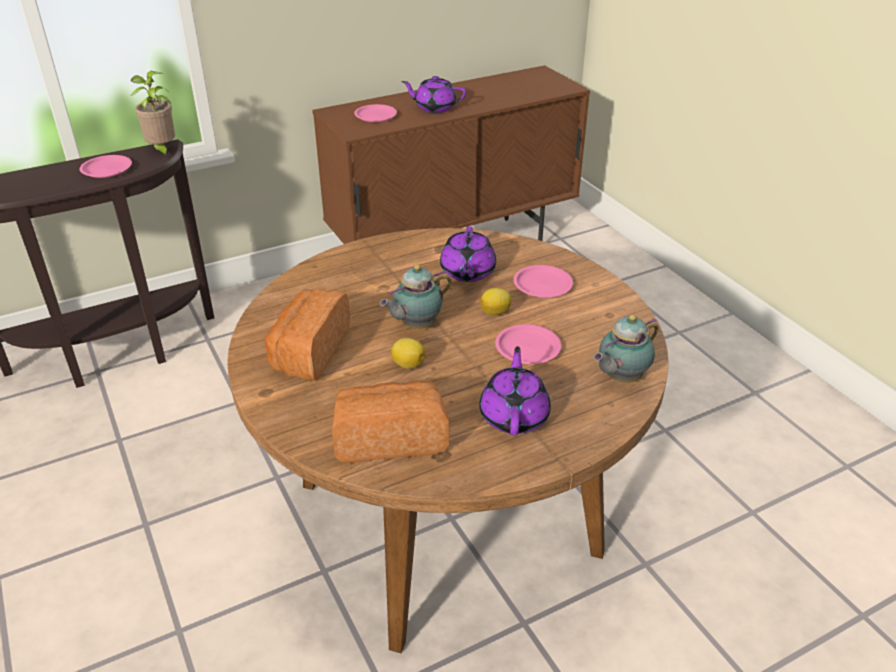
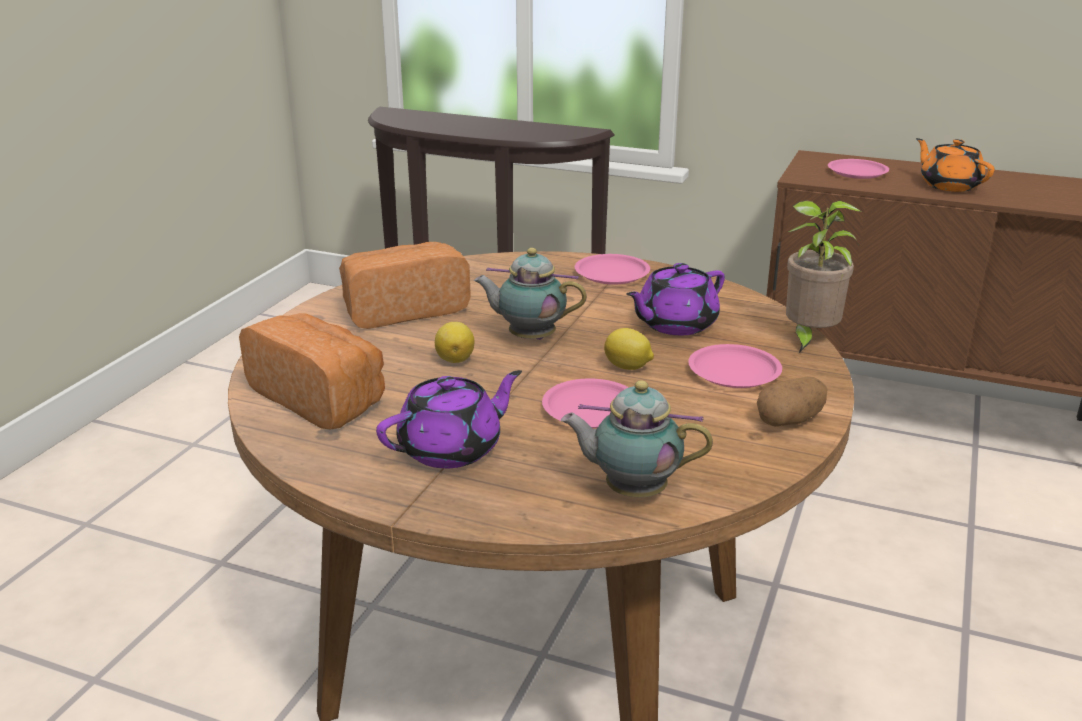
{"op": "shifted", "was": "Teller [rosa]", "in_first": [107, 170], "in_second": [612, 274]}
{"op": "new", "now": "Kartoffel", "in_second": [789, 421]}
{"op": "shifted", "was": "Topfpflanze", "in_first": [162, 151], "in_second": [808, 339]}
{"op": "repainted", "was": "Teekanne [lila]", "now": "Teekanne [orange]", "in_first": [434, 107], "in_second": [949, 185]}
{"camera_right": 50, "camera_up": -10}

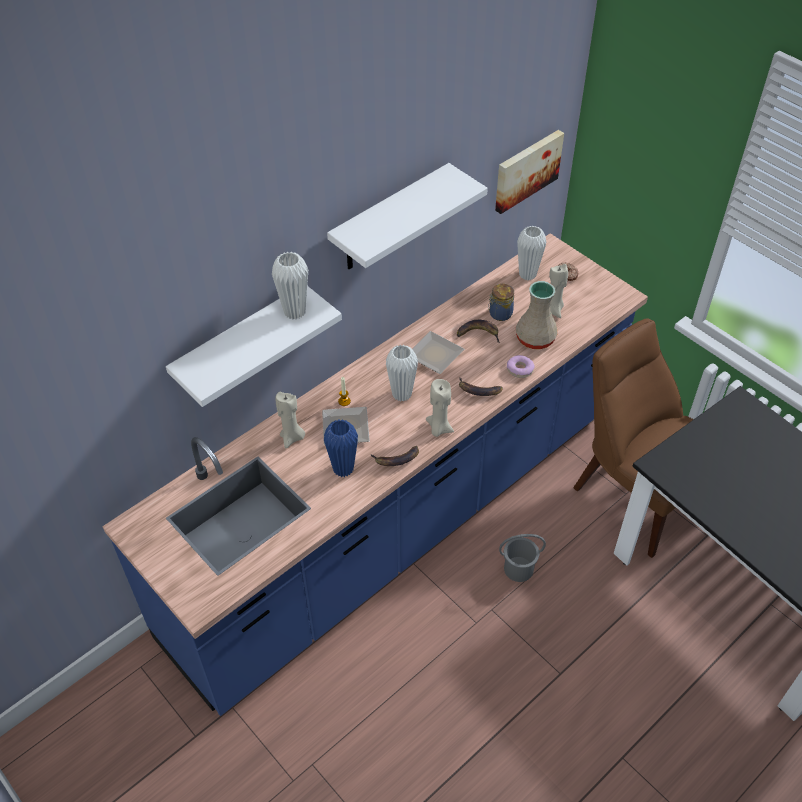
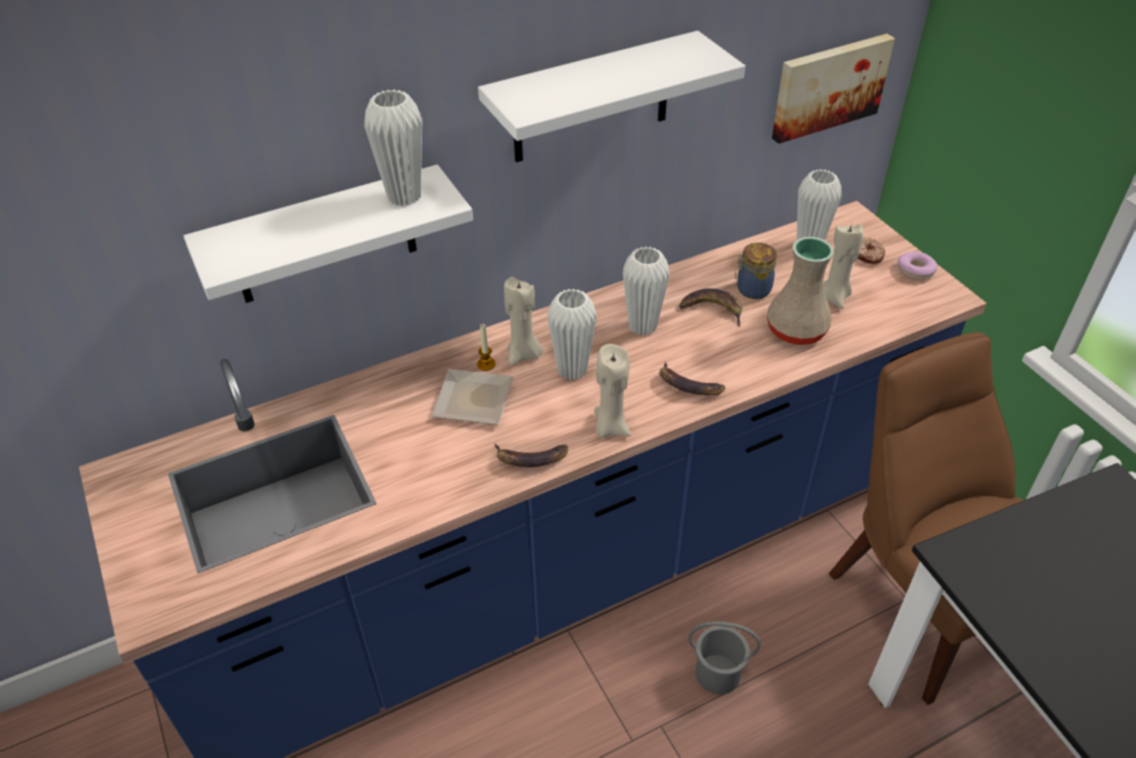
{"op": "shifted", "was": "Kerze [beige]", "in_first": [292, 437], "in_second": [524, 354]}
{"op": "swapped", "was": "Teller", "now": "Vase [weiß]", "in_first": [437, 354], "in_second": [642, 326]}
{"op": "shifted", "was": "Donut", "in_first": [520, 369], "in_second": [915, 271]}
{"op": "gone", "was": "Vase [blau]", "in_first": [343, 469]}
{"camera_right": 15, "camera_up": -5}

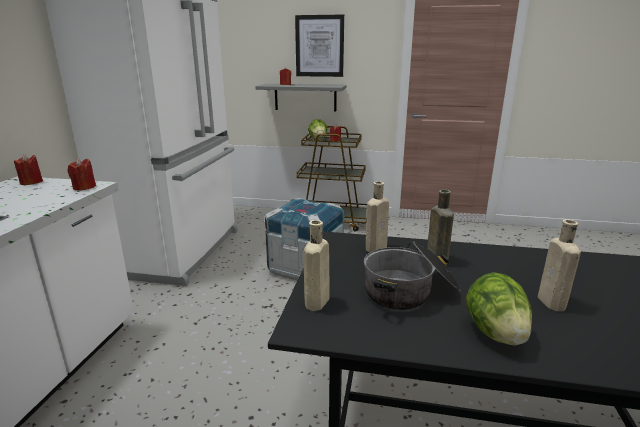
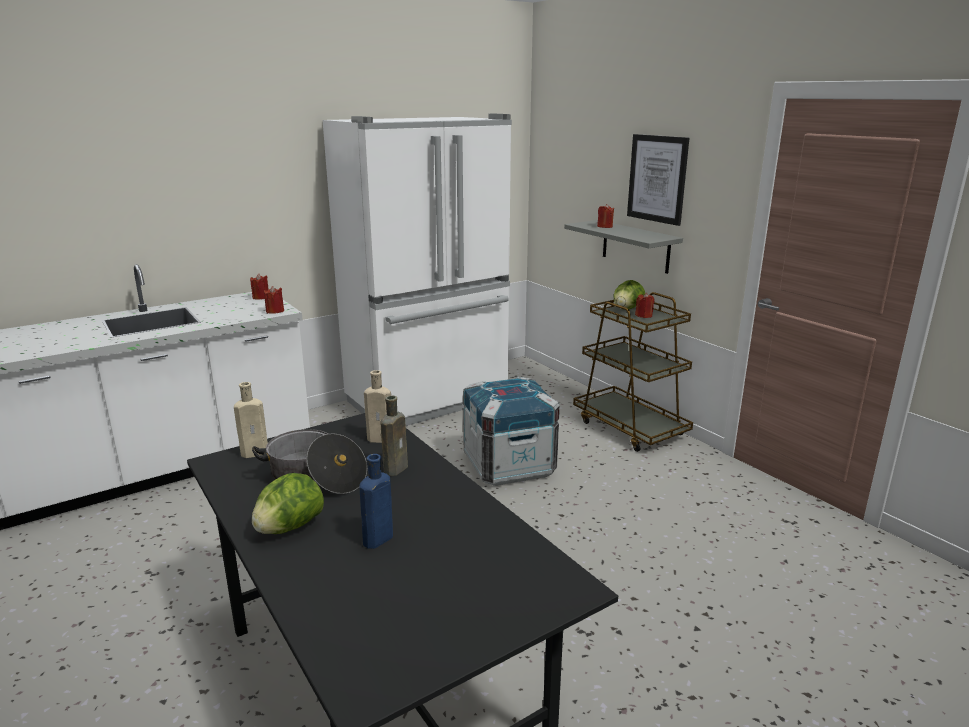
{"op": "repainted", "was": "Flasche [beige]", "now": "Flasche [blau]", "in_first": [553, 303], "in_second": [376, 540]}
{"camera_right": 45, "camera_up": 0}

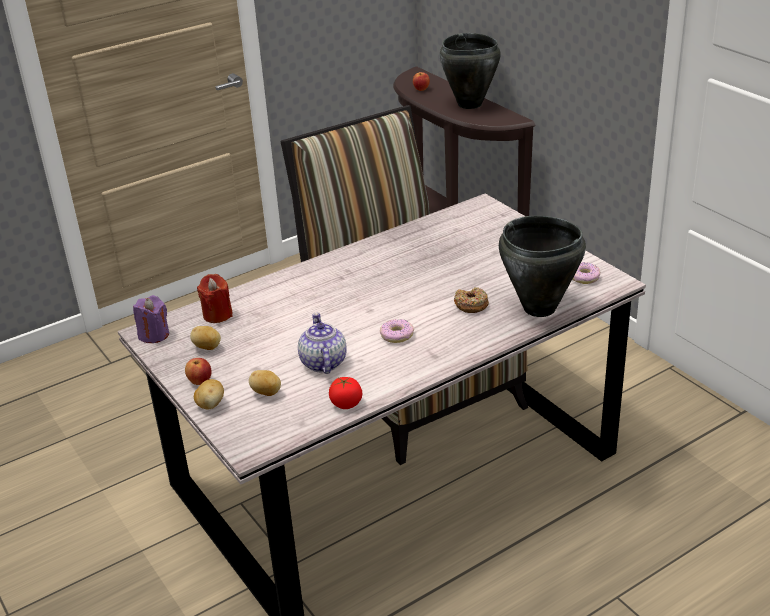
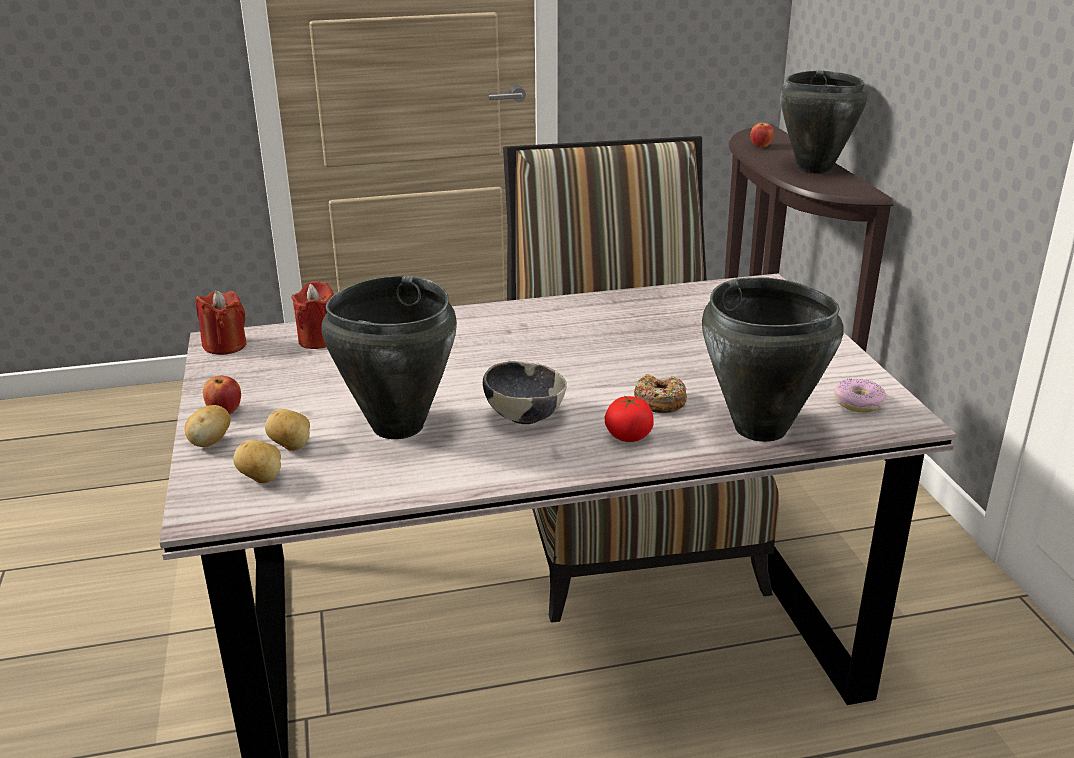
{"op": "repainted", "was": "Kerze [lila]", "now": "Kerze [rot]", "in_first": [154, 335], "in_second": [225, 345]}
{"op": "shifted", "was": "Kartoffel", "in_first": [207, 347], "in_second": [262, 478]}
{"op": "swapped", "was": "Teekanne", "now": "Kochtopf [schwarz]", "in_first": [322, 362], "in_second": [396, 426]}
{"op": "swapped", "was": "Donut", "now": "Schüssel", "in_first": [396, 335], "in_second": [524, 416]}
{"op": "shifted", "was": "Tomate", "in_first": [346, 403], "in_second": [628, 435]}
{"camera_right": 20, "camera_up": -5}

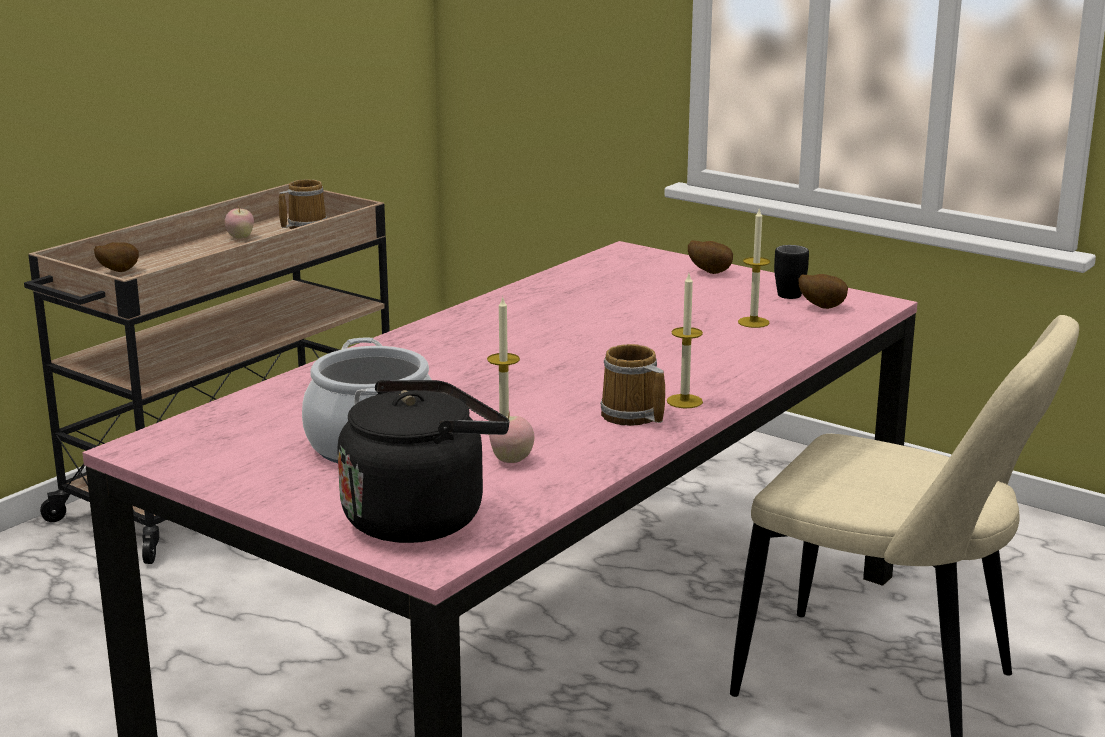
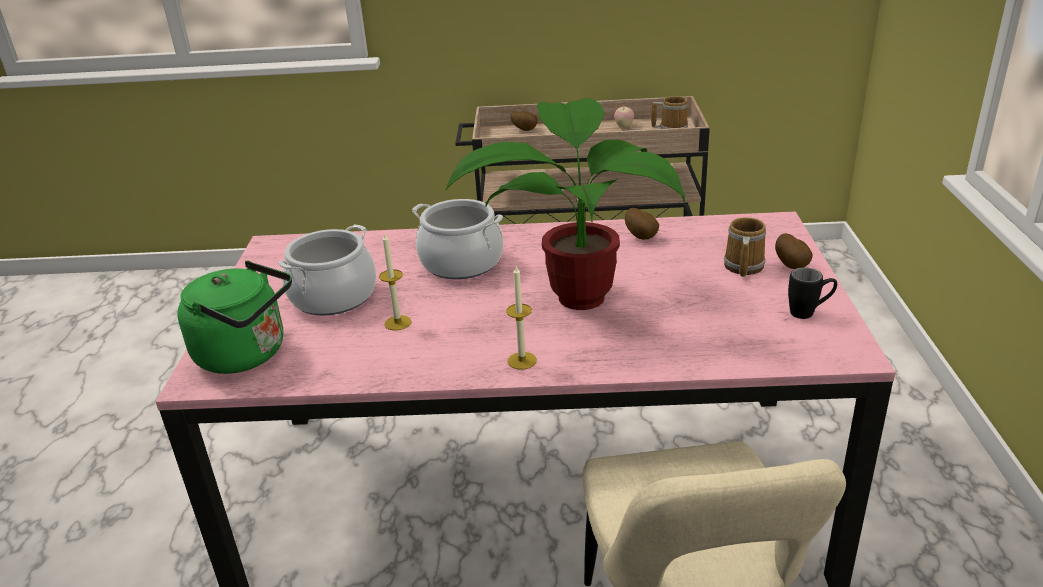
{"op": "repainted", "was": "Wasserkessel [schwarz]", "now": "Wasserkessel [grün]", "in_first": [421, 517], "in_second": [247, 354]}
{"op": "new", "now": "Kochtopf", "in_second": [461, 263]}
{"op": "new", "now": "Topfpflanze", "in_second": [577, 293]}
{"op": "shifted", "was": "Kartoffel", "in_first": [821, 307], "in_second": [642, 236]}
{"op": "shifted", "was": "Henkelbecher", "in_first": [631, 416], "in_second": [742, 267]}
{"op": "gone", "was": "Apfel", "in_first": [511, 461]}
{"op": "gone", "was": "Kerze", "in_first": [753, 322]}
{"camera_right": 55, "camera_up": 10}

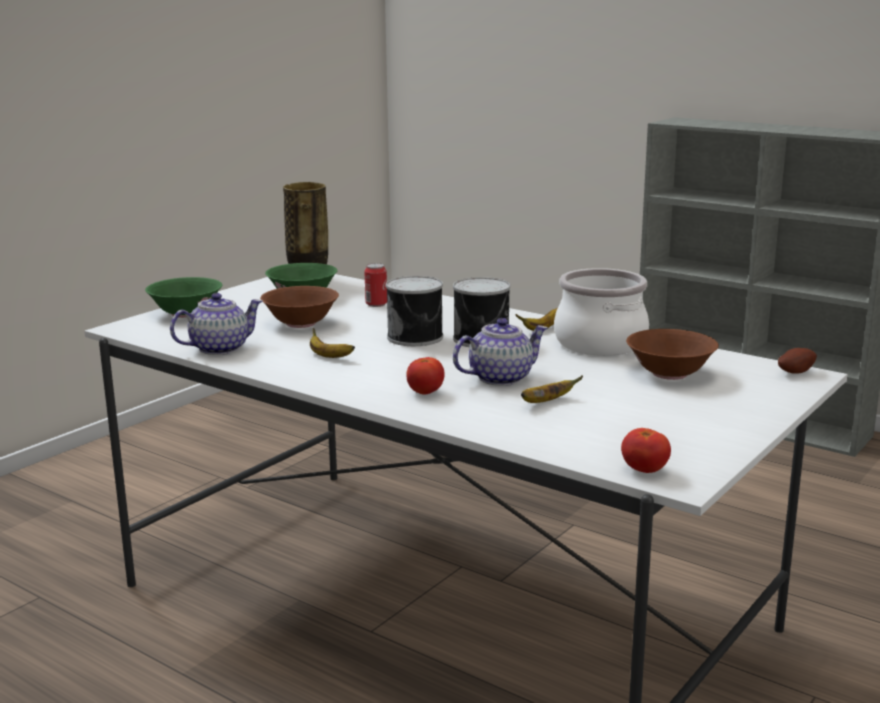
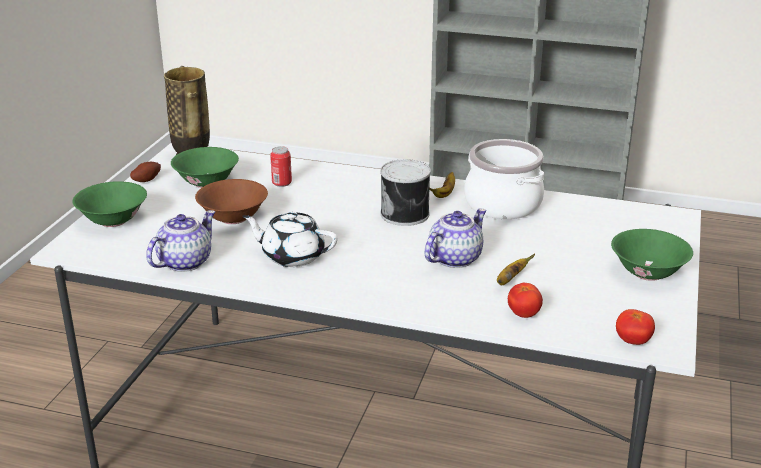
{"op": "shifted", "was": "Kartoffel", "in_first": [794, 372], "in_second": [146, 180]}
{"op": "swapped", "was": "Banane", "now": "Teekanne [weiß]", "in_first": [329, 356], "in_second": [292, 256]}
{"op": "shifted", "was": "Tomate", "in_first": [425, 392], "in_second": [523, 314]}
{"op": "new", "now": "Schüssel [grün]", "in_second": [648, 272]}
{"op": "gone", "was": "Dose", "in_first": [416, 337]}
{"op": "gone", "was": "Schüssel [braun]", "in_first": [670, 374]}
{"camera_right": -20, "camera_up": 10}

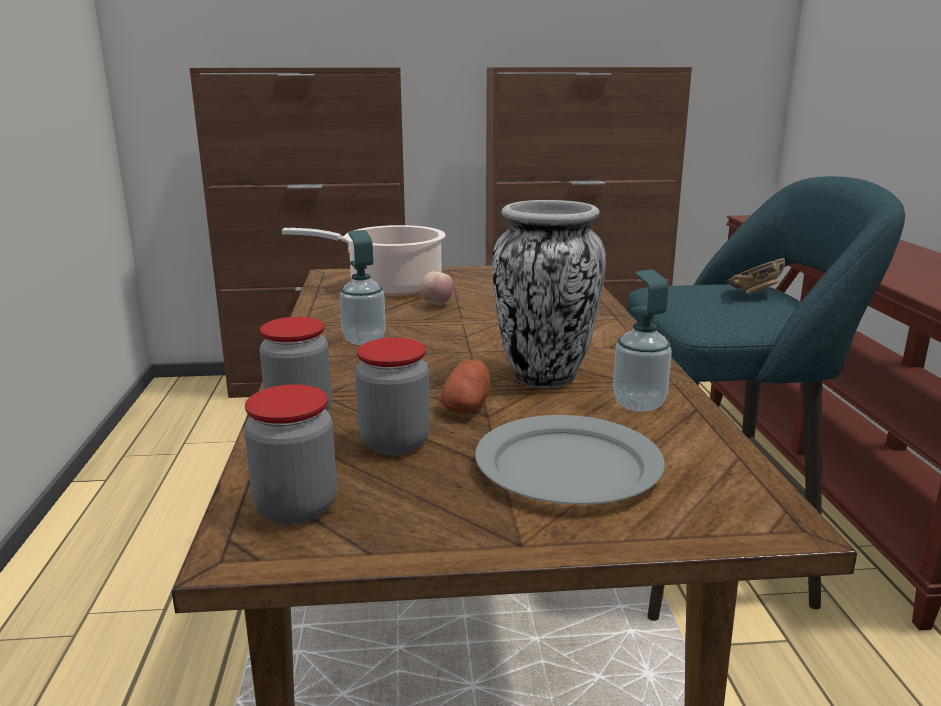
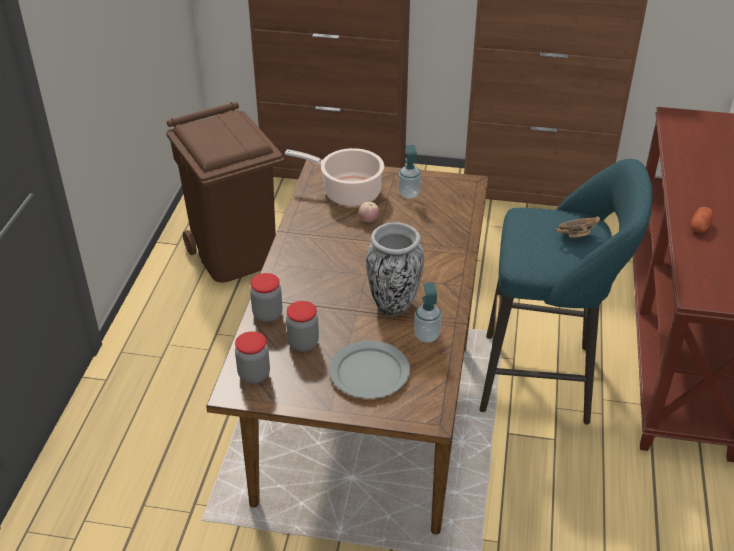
{"op": "new", "now": "Mülleimer [braun]", "in_second": [235, 255]}
{"op": "shifted", "was": "Seifenspender", "in_first": [364, 340], "in_second": [409, 194]}
{"op": "shifted", "was": "Kartoffel", "in_first": [467, 406], "in_second": [700, 227]}
{"camera_right": 15, "camera_up": 20}

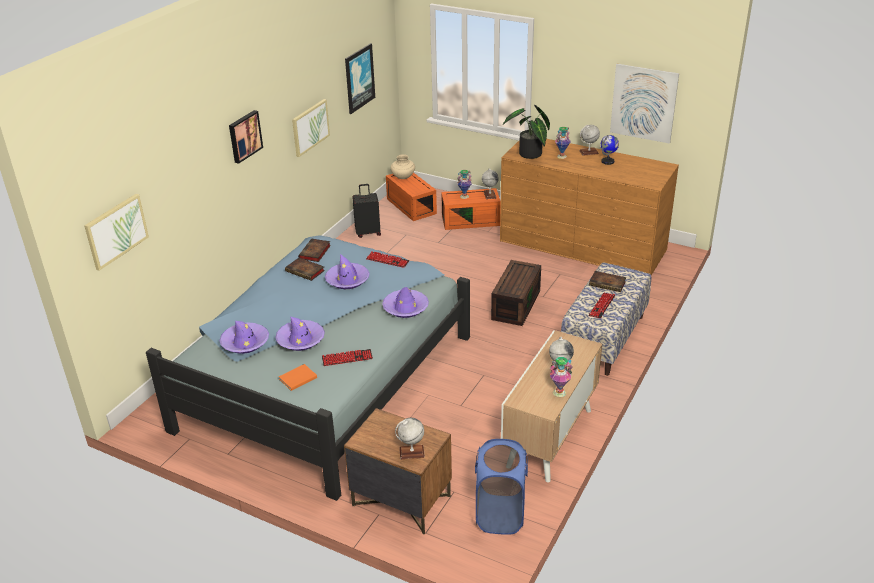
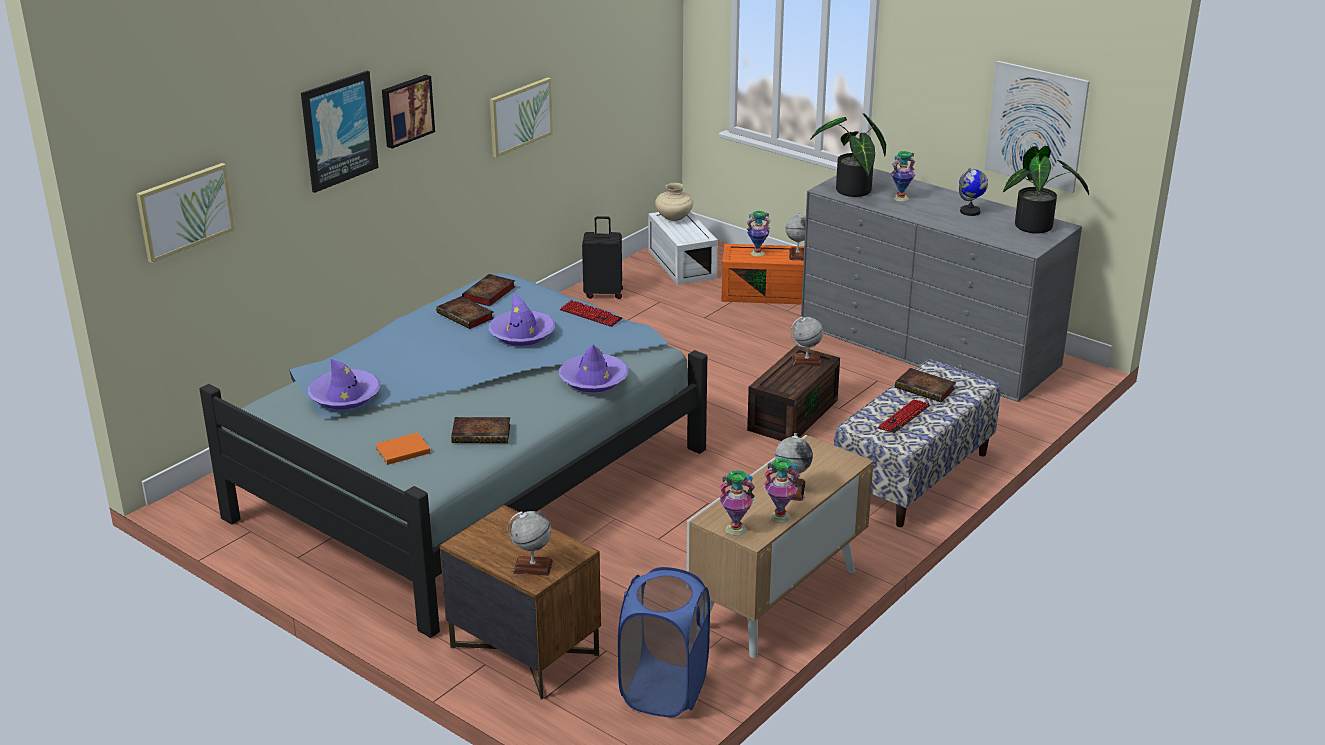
{"op": "shifted", "was": "Bild", "in_first": [359, 78], "in_second": [338, 130]}
{"op": "swapped", "was": "Tastatur", "now": "Buch", "in_first": [347, 358], "in_second": [483, 434]}
{"op": "repainted", "was": "Aufbewahrungsbox [orange]", "now": "Aufbewahrungsbox [weiß]", "in_first": [410, 206], "in_second": [680, 264]}
{"op": "new", "now": "Vase", "in_second": [736, 529]}
{"op": "shifted", "was": "Globus", "in_first": [588, 152], "in_second": [806, 361]}
{"op": "repainted", "was": "Kommode [braun]", "now": "Kommode [grau]", "in_first": [582, 245], "in_second": [928, 345]}
{"op": "new", "now": "Topfpflanze", "in_second": [1038, 227]}
{"op": "gone", "was": "Hut [lila]", "in_first": [300, 340]}
{"camera_right": 10, "camera_up": -5}

